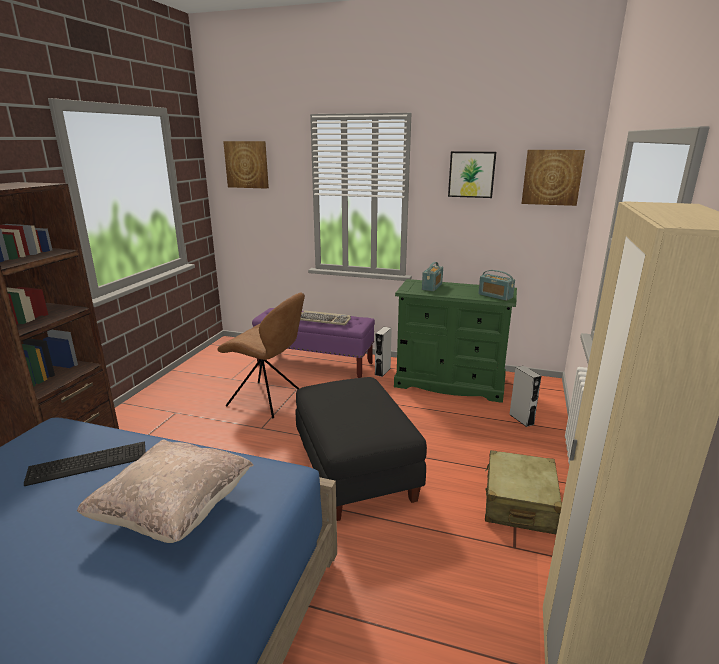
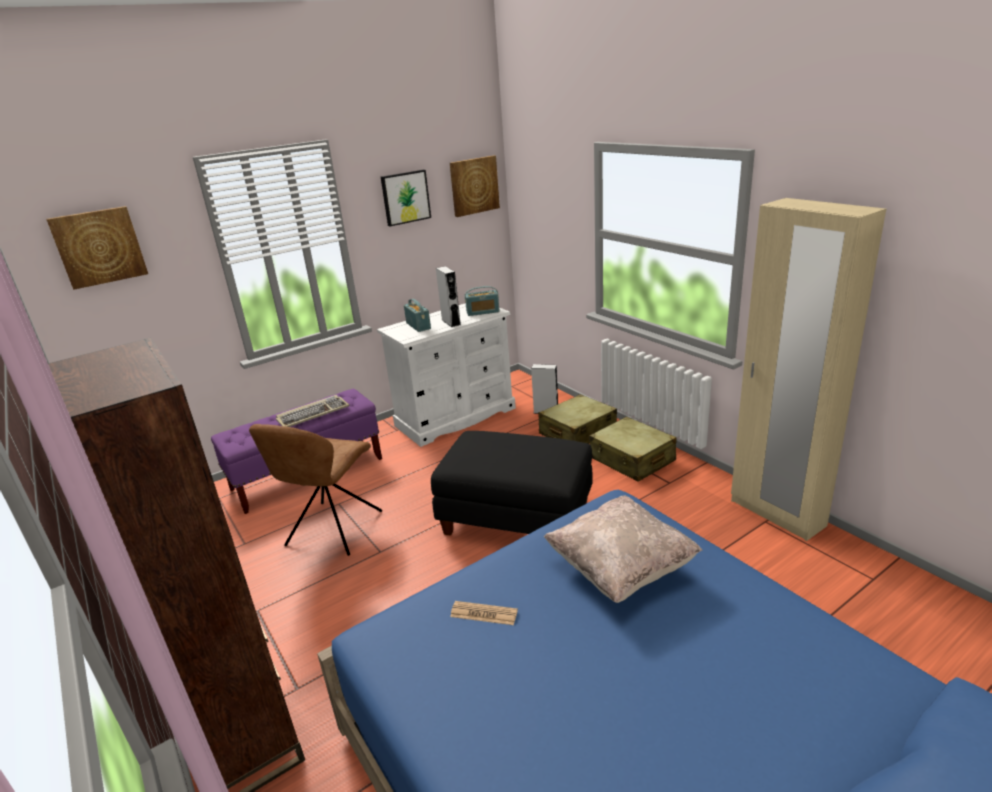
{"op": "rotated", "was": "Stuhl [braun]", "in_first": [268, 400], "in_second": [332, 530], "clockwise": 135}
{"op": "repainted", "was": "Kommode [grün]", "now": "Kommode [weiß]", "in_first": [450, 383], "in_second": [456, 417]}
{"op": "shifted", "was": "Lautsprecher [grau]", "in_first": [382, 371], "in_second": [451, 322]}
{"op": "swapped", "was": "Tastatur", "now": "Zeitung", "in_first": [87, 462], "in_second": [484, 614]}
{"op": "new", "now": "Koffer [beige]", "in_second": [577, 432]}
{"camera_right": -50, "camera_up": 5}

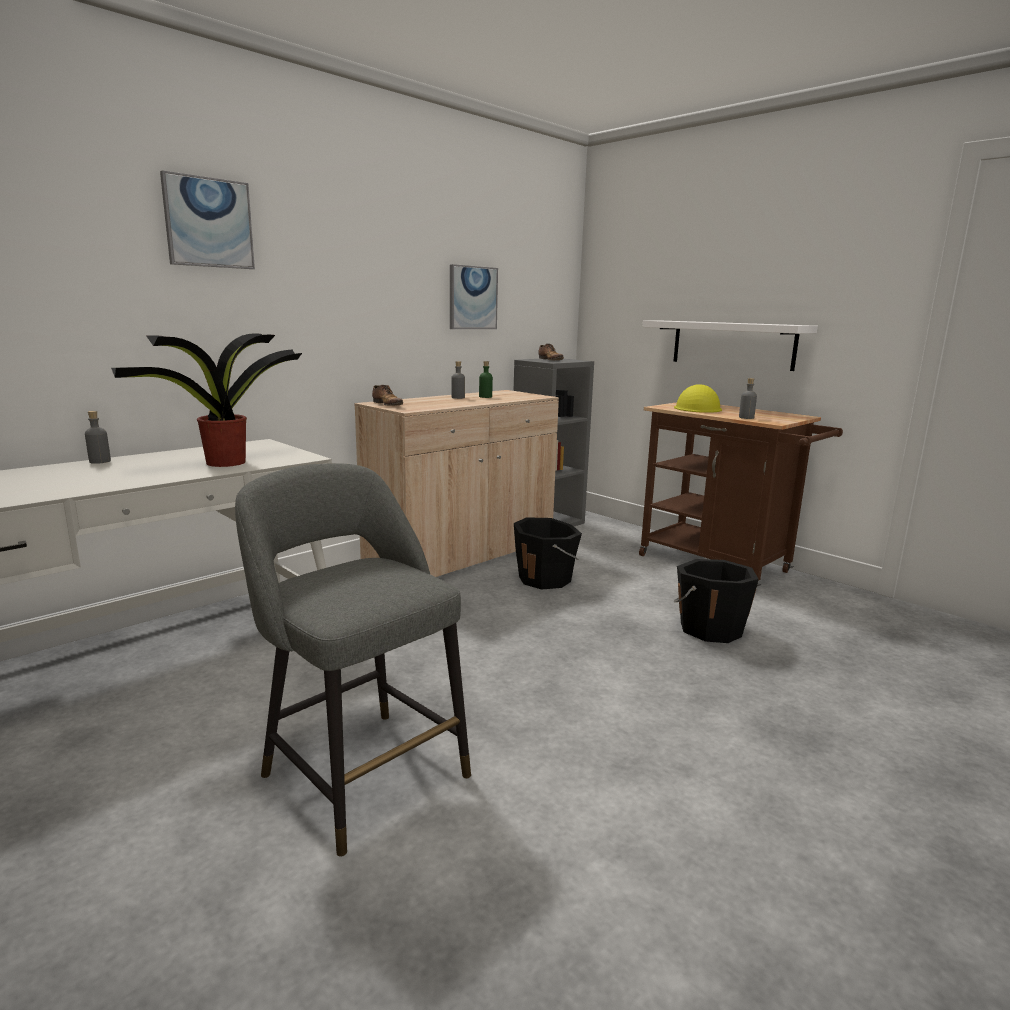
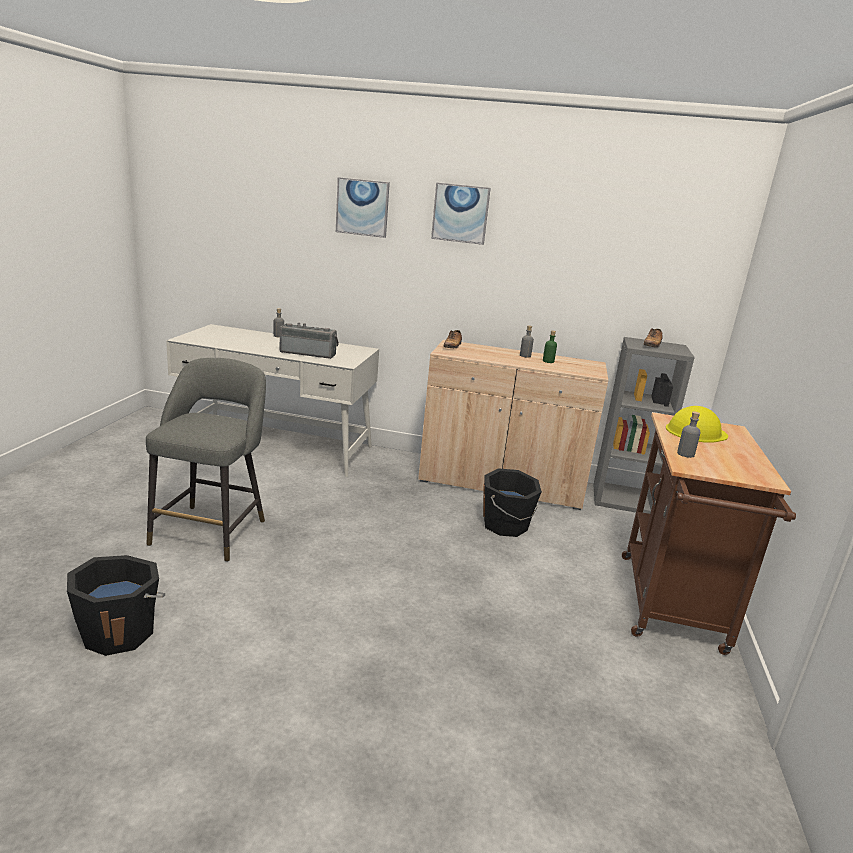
{"op": "shifted", "was": "Eimer [schwarz]", "in_first": [709, 628], "in_second": [120, 632]}
{"op": "swapped", "was": "Topfpflanze", "now": "Radio", "in_first": [223, 463], "in_second": [308, 353]}
{"op": "shifted", "was": "Bild", "in_first": [472, 298], "in_second": [460, 213]}
{"op": "gone", "was": "Wandregal [weiß]", "in_first": [732, 344]}
{"camera_right": 55, "camera_up": 5}

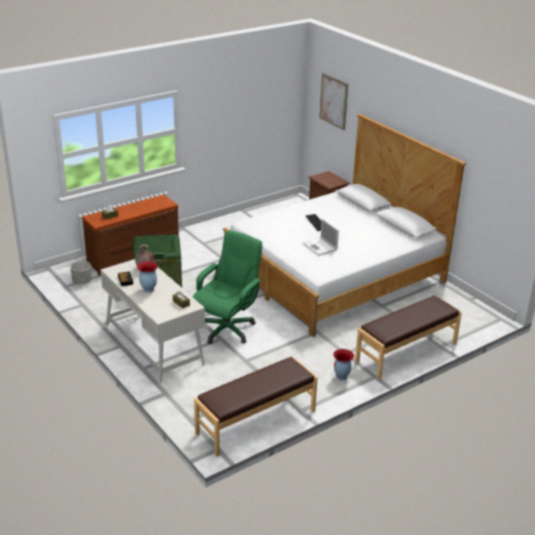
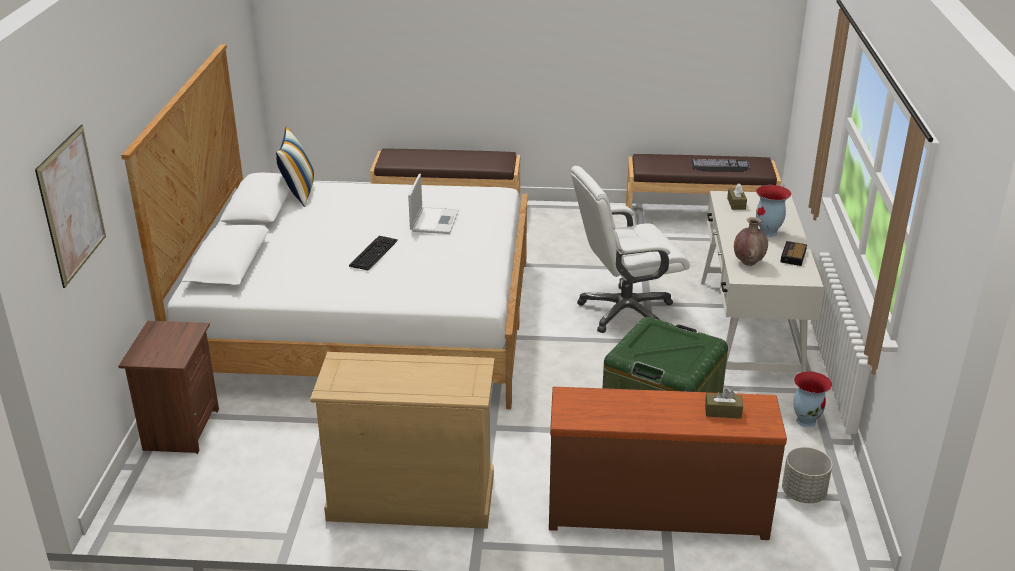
{"op": "new", "now": "Kissen", "in_second": [298, 193]}
{"op": "new", "now": "Kommode [beige]", "in_second": [411, 498]}
{"op": "repainted", "was": "Bürostuhl [grün]", "now": "Bürostuhl [weiß]", "in_first": [227, 329], "in_second": [624, 311]}
{"op": "new", "now": "Tastatur", "in_second": [720, 166]}
{"op": "shifted", "was": "Vase", "in_first": [341, 377], "in_second": [806, 421]}
{"camera_right": -140, "camera_up": 0}

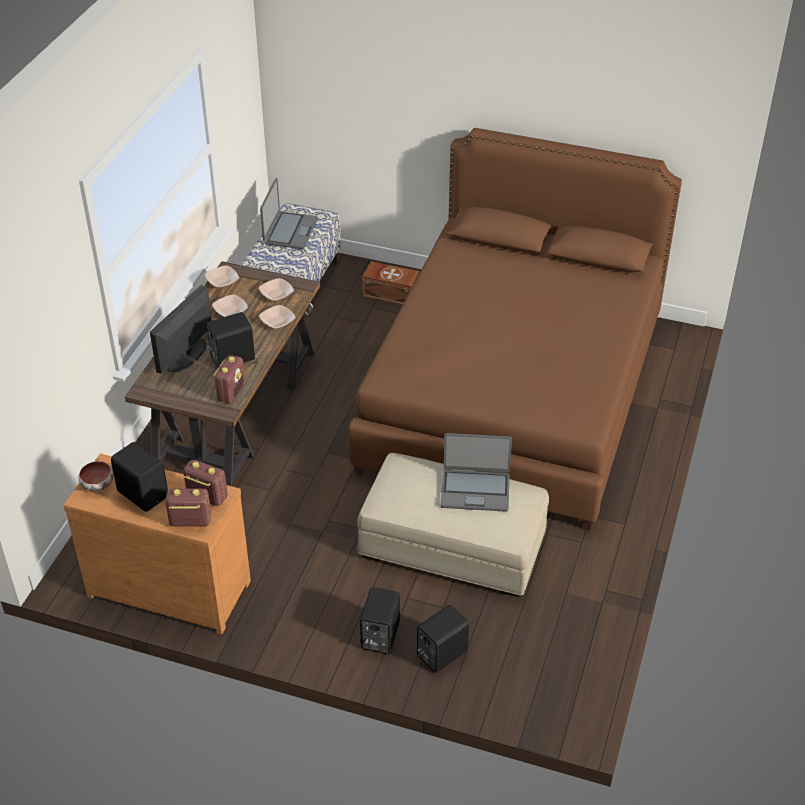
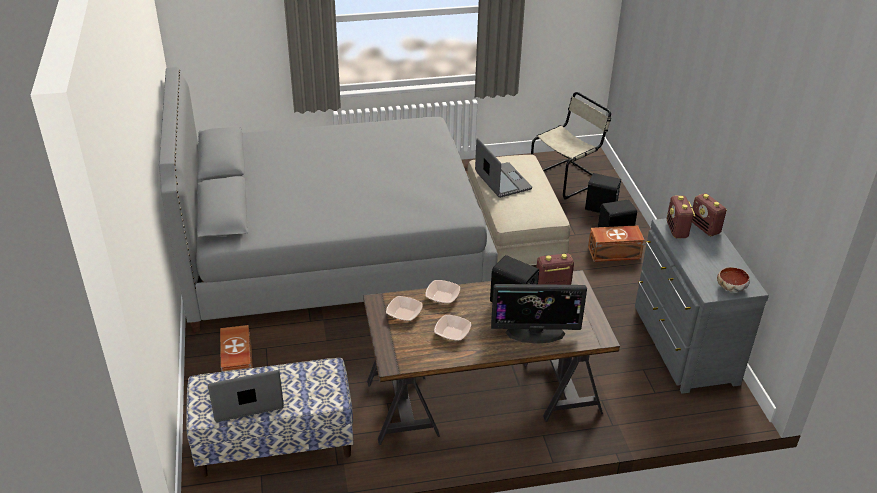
{"op": "repainted", "was": "Bett [braun]", "now": "Bett [grau]", "in_first": [513, 392], "in_second": [334, 250]}
{"op": "new", "now": "Stuhl [beige]", "in_second": [567, 178]}
{"op": "new", "now": "Aufbewahrungsbox [braun]", "in_second": [615, 253]}
{"op": "repainted", "was": "Kommode [braun]", "now": "Kommode [grau]", "in_first": [170, 585], "in_second": [682, 346]}
{"op": "gone", "was": "Lautsprecher [schwarz]", "in_first": [143, 493]}
{"op": "gone", "was": "Schüssel", "in_first": [222, 281]}
{"camera_right": -120, "camera_up": -5}

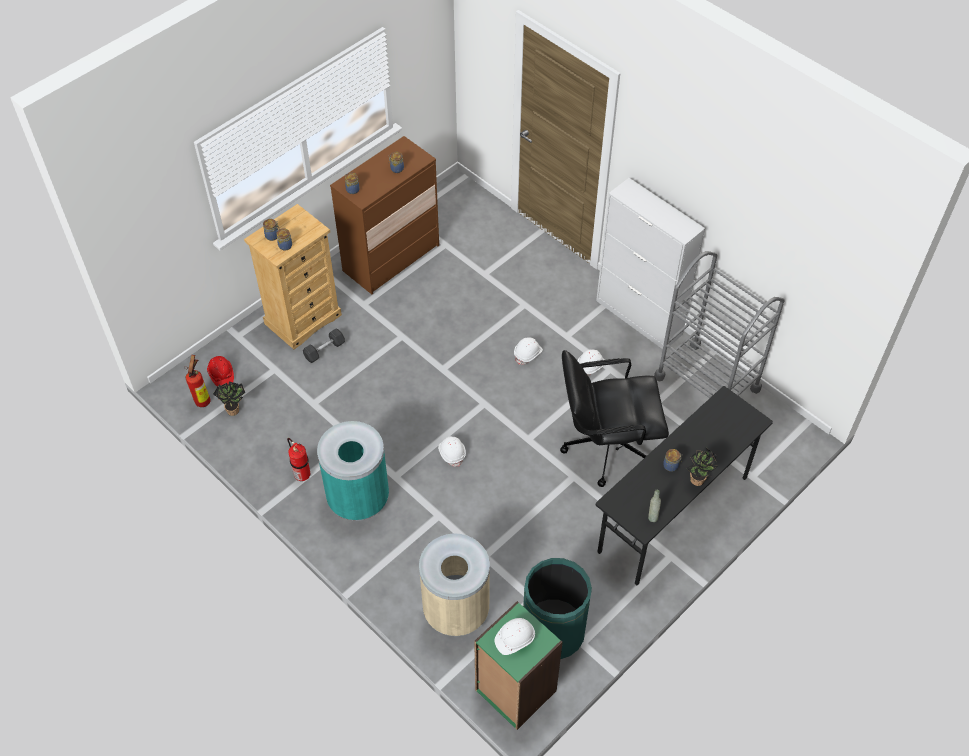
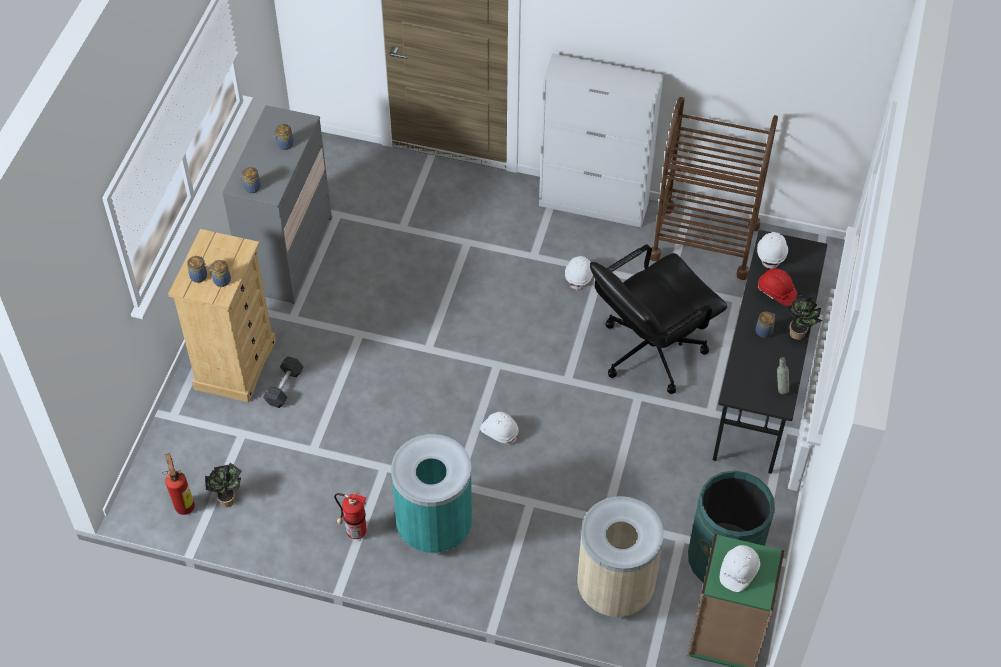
{"op": "repainted", "was": "Kommode [braun]", "now": "Kommode [grau]", "in_first": [391, 258], "in_second": [288, 255]}
{"op": "repainted", "was": "Rollwagen [grau]", "now": "Rollwagen [braun]", "in_first": [707, 383], "in_second": [704, 241]}
{"op": "shifted", "was": "Schutzhelm [weiß]", "in_first": [528, 354], "in_second": [771, 253]}
{"op": "shifted", "was": "Schutzhelm [rot]", "in_first": [221, 375], "in_second": [776, 292]}
{"camera_right": -30, "camera_up": 0}

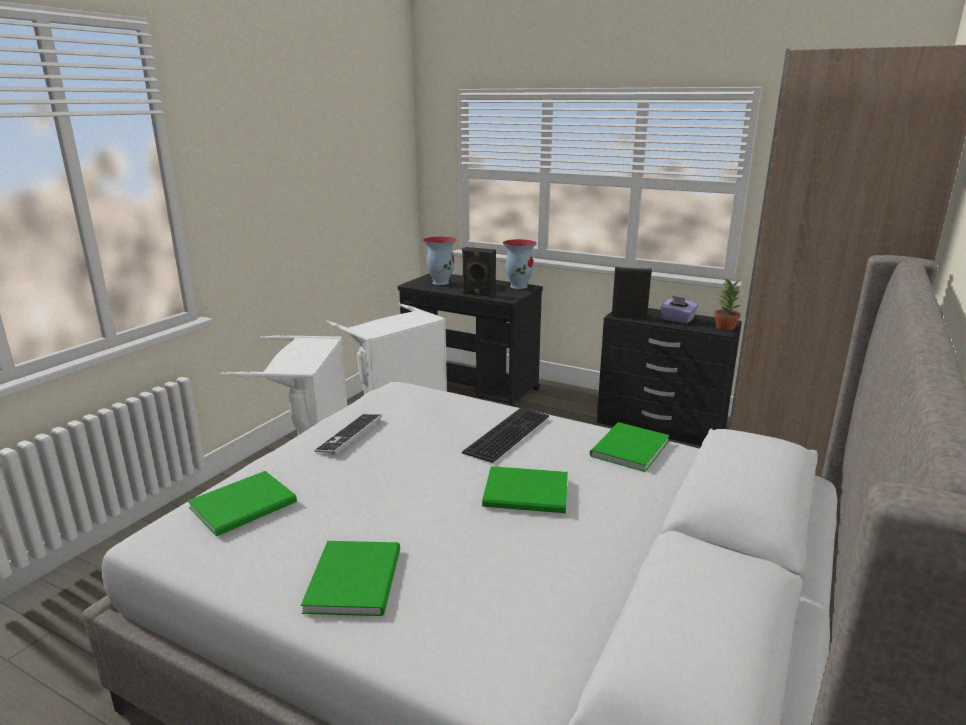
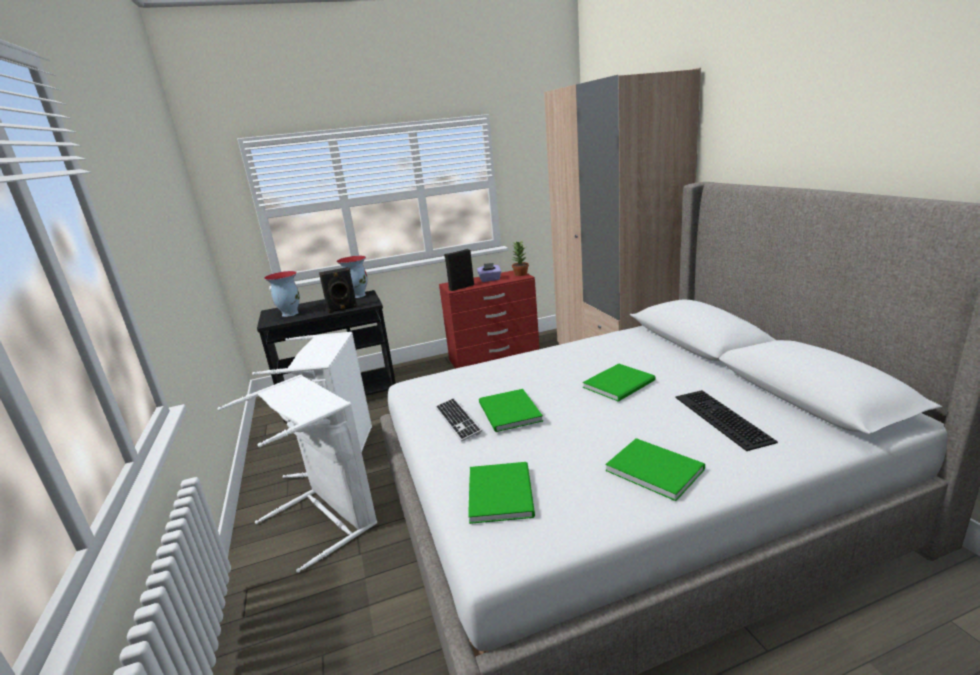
{"op": "repainted", "was": "Kommode [schwarz]", "now": "Kommode [rot]", "in_first": [661, 426], "in_second": [495, 358]}
{"op": "shifted", "was": "Buch [grün]", "in_first": [627, 449], "in_second": [508, 413]}
{"op": "shifted", "was": "Tastatur", "in_first": [506, 432], "in_second": [719, 418]}
{"camera_right": -45, "camera_up": 0}

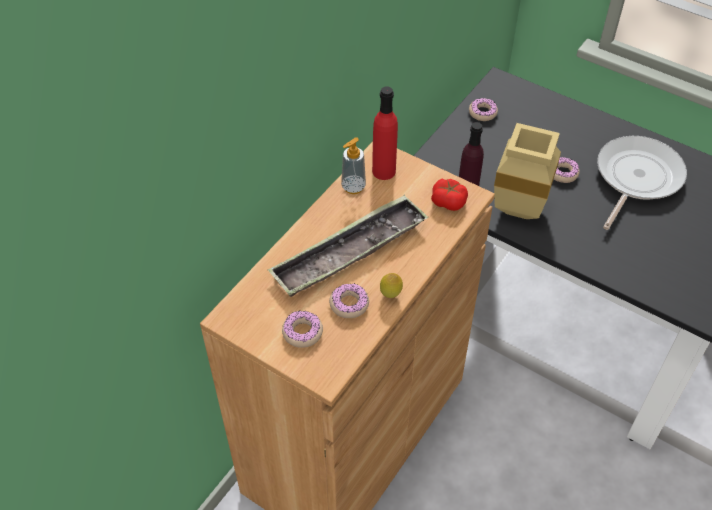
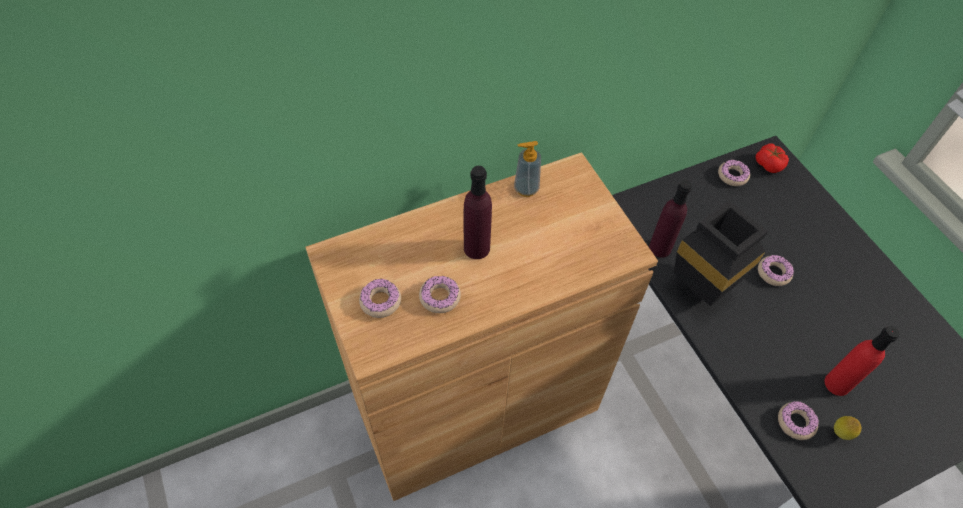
{"op": "swapped", "was": "Tablett", "now": "Flasche [lila]", "in_first": [349, 252], "in_second": [476, 248]}
{"op": "repainted", "was": "Vase [beige]", "now": "Vase [schwarz]", "in_first": [522, 209], "in_second": [705, 288]}
{"op": "shifted", "was": "Tomate", "in_first": [448, 201], "in_second": [769, 164]}
{"op": "new", "now": "Donut", "in_second": [795, 422]}
{"op": "shifted", "was": "Flasche [rot]", "in_first": [384, 171], "in_second": [837, 384]}
{"op": "shifted", "was": "Zitrone", "in_first": [390, 295], "in_second": [840, 433]}
{"op": "gone", "was": "Pfanne", "in_first": [636, 178]}
{"camera_right": 30, "camera_up": 5}

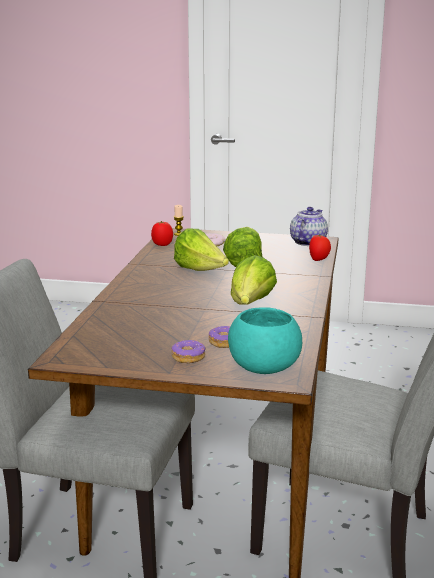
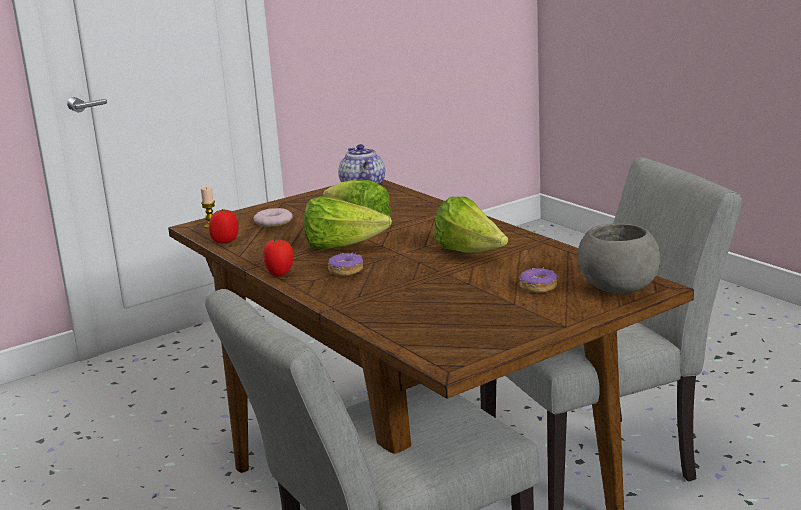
{"op": "shifted", "was": "Tomate", "in_first": [319, 260], "in_second": [280, 274]}
{"op": "shifted", "was": "Donut", "in_first": [188, 357], "in_second": [345, 271]}
{"op": "repainted", "was": "Schüssel [türkis]", "now": "Schüssel [grau]", "in_first": [263, 368], "in_second": [617, 289]}
{"camera_right": -45, "camera_up": 0}

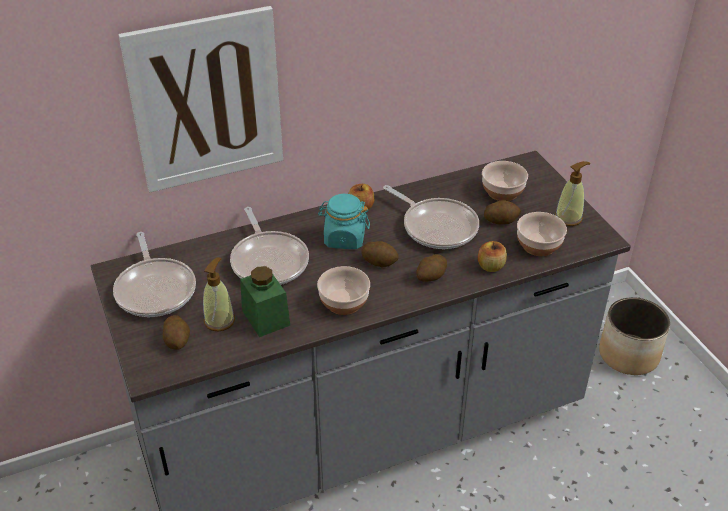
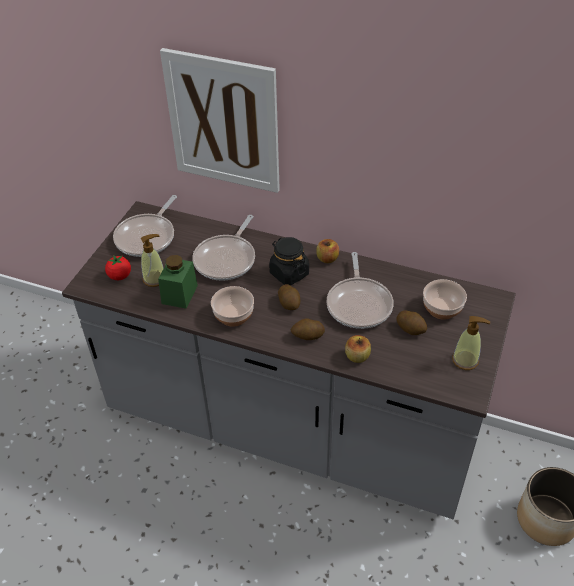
{"op": "swapped", "was": "Kartoffel", "now": "Tomate", "in_first": [177, 341], "in_second": [120, 276]}
{"op": "repainted", "was": "Vorratsglas [türkis]", "now": "Vorratsglas [schwarz]", "in_first": [344, 238], "in_second": [289, 273]}
{"op": "gone", "was": "Schüssel", "in_first": [539, 245]}
{"camera_right": 45, "camera_up": 5}

